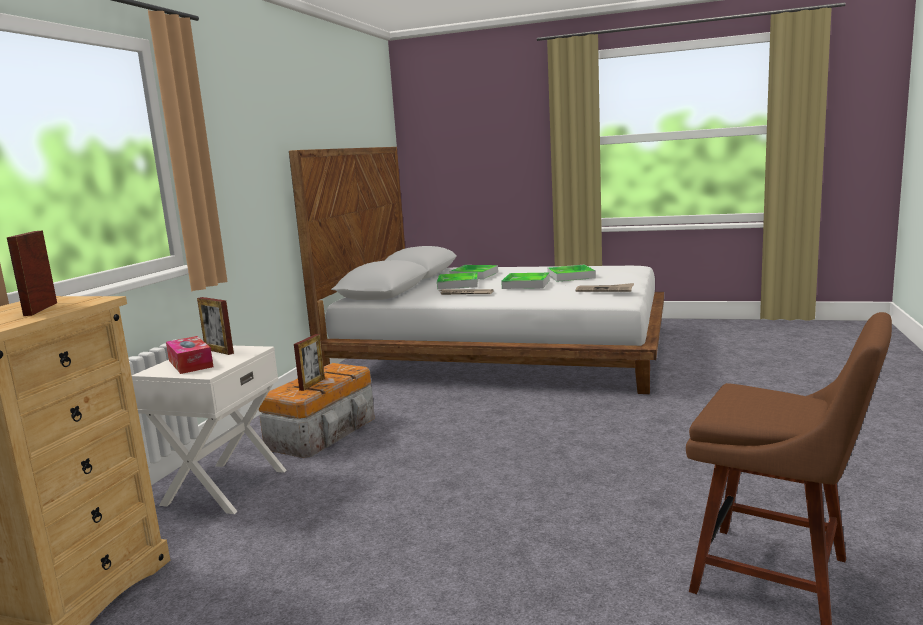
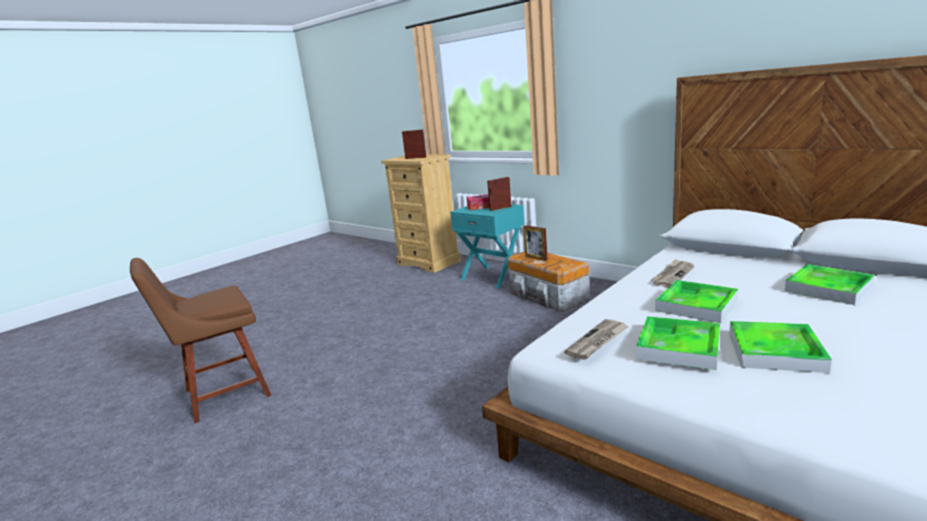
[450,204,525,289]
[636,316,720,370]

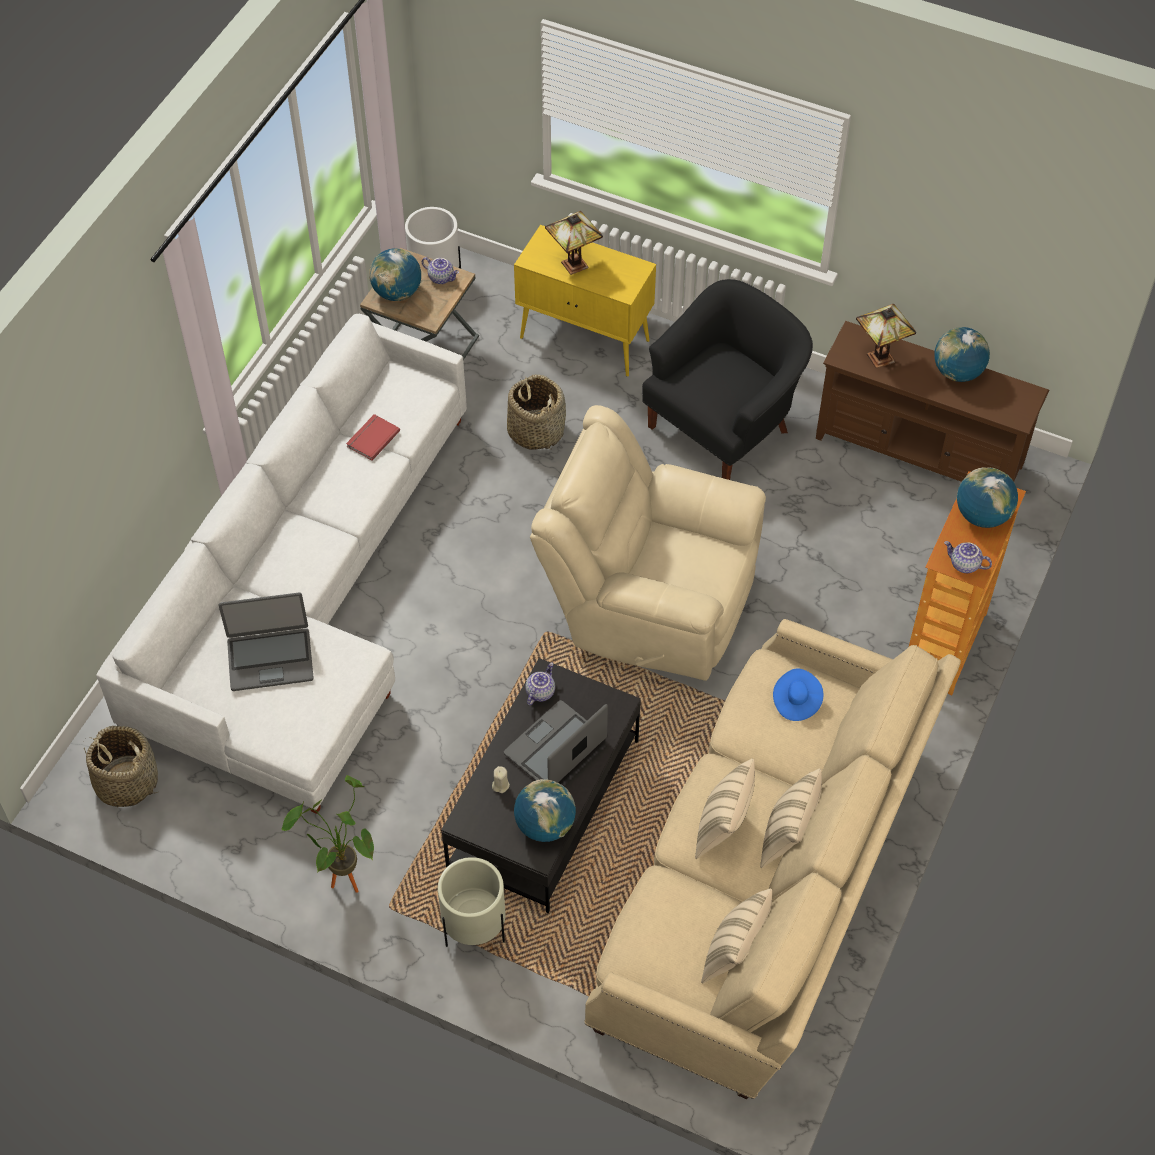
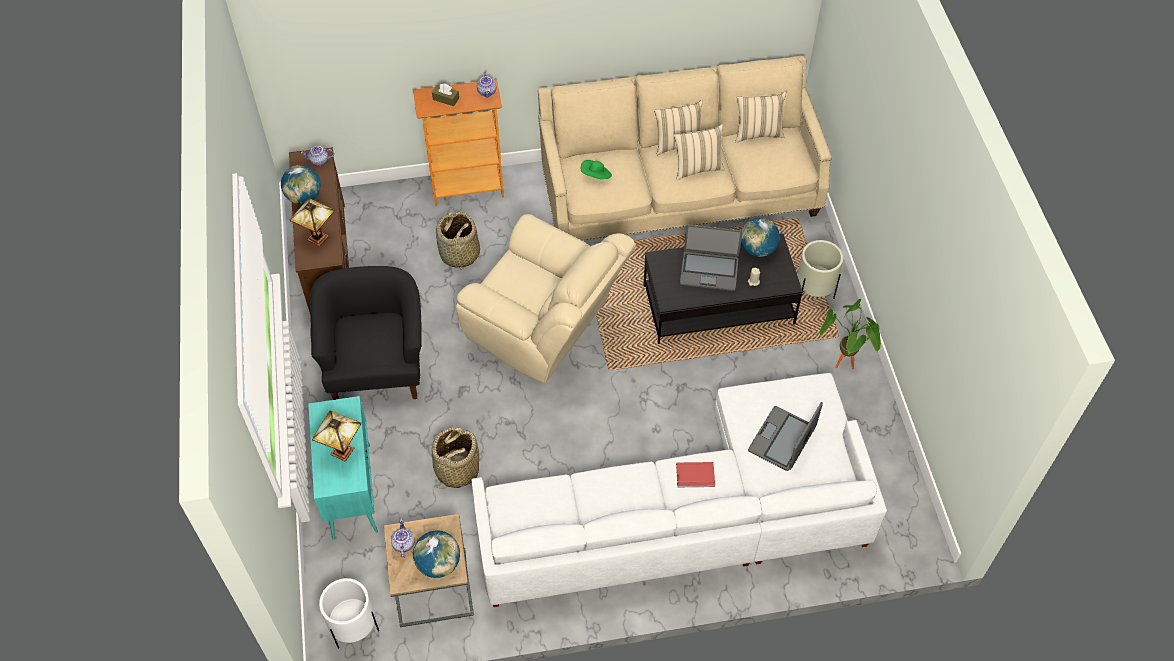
[301,146,334,166]
[308,396,378,540]
[310,266,422,400]
[432,84,459,106]
[436,212,480,268]
[456,214,636,383]
[581,160,612,179]
[676,462,715,487]
[748,402,823,471]

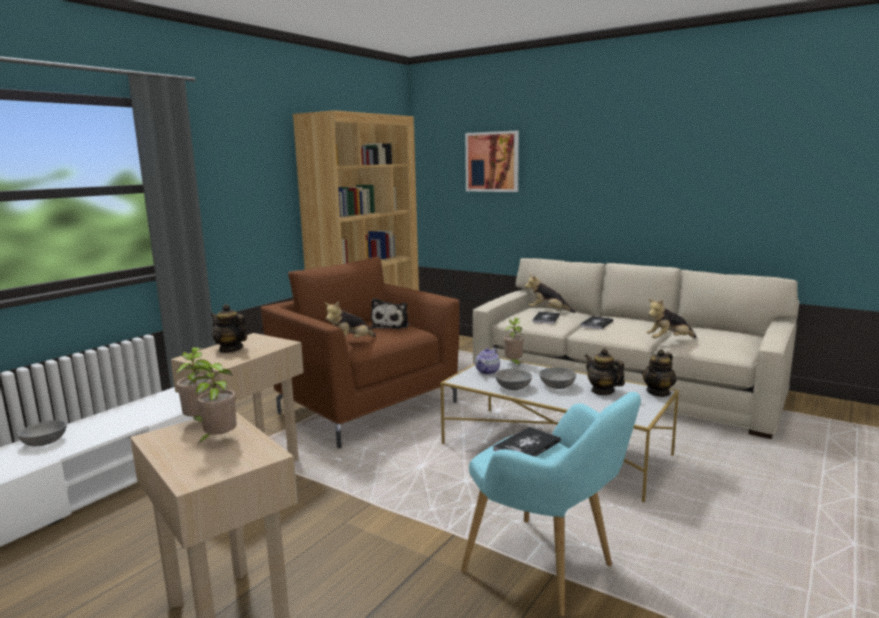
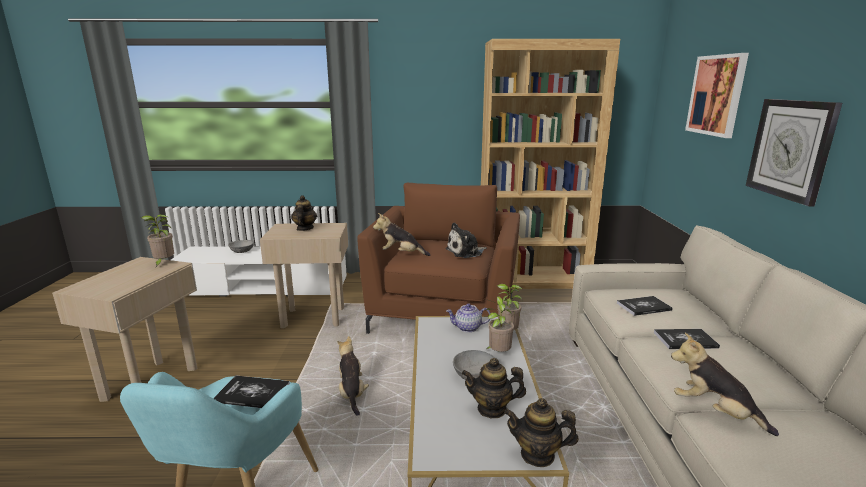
[337,336,369,416]
[462,358,526,418]
[485,296,514,352]
[746,99,842,206]
[495,368,532,390] (first image)

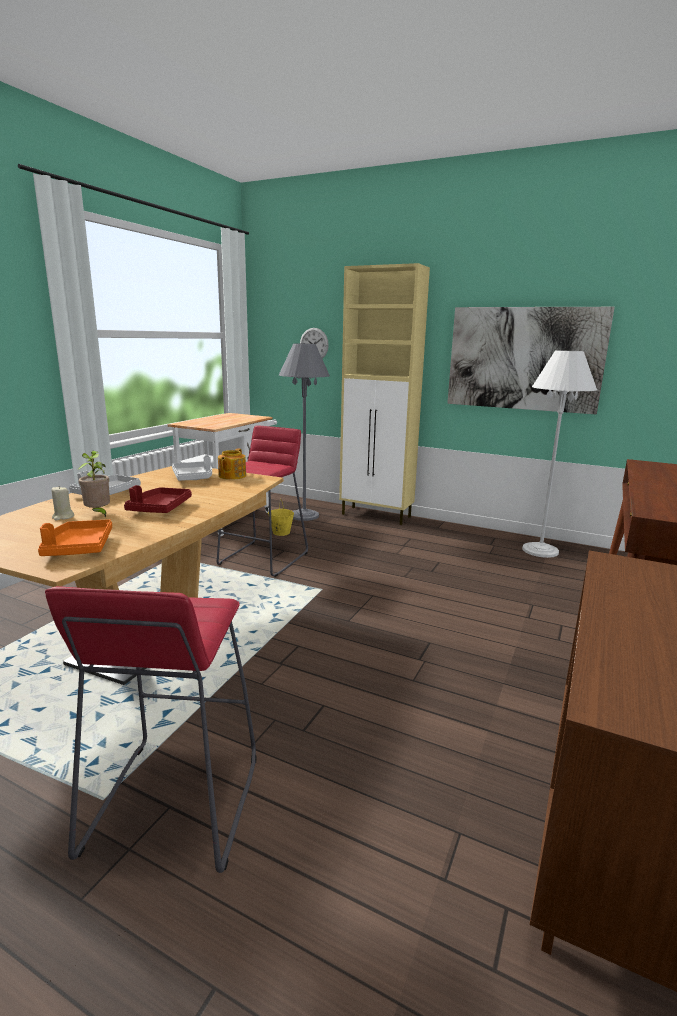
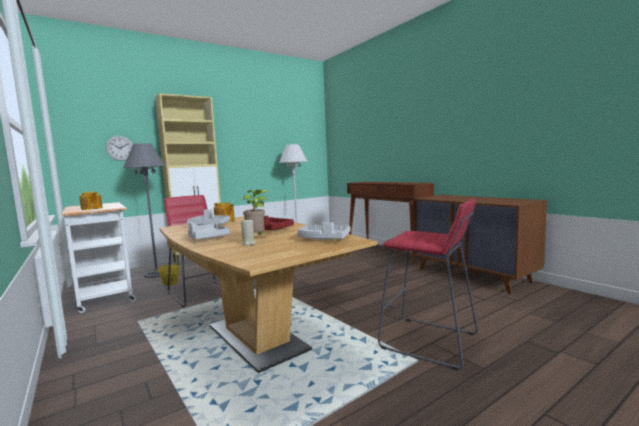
[79,192,103,210]
[297,222,350,240]
[447,307,615,415] (first image)

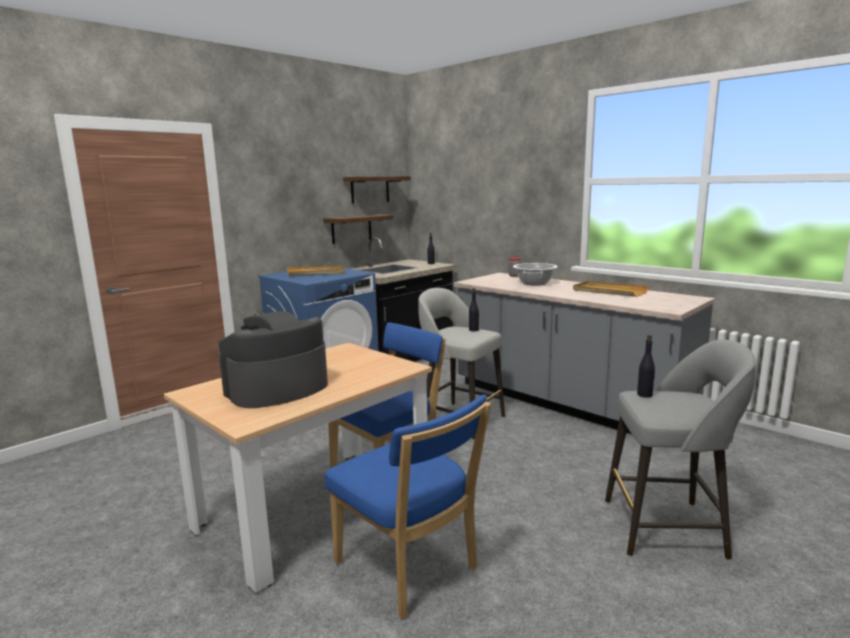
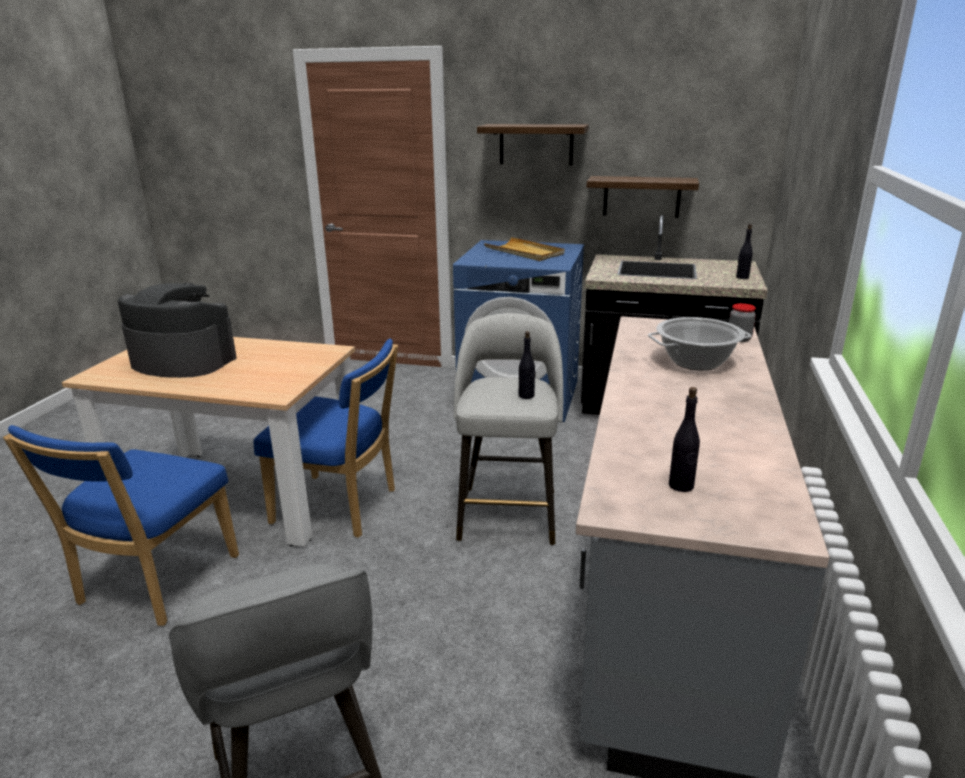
[477,124,589,165]
[669,387,700,492]
[573,281,649,297] (first image)

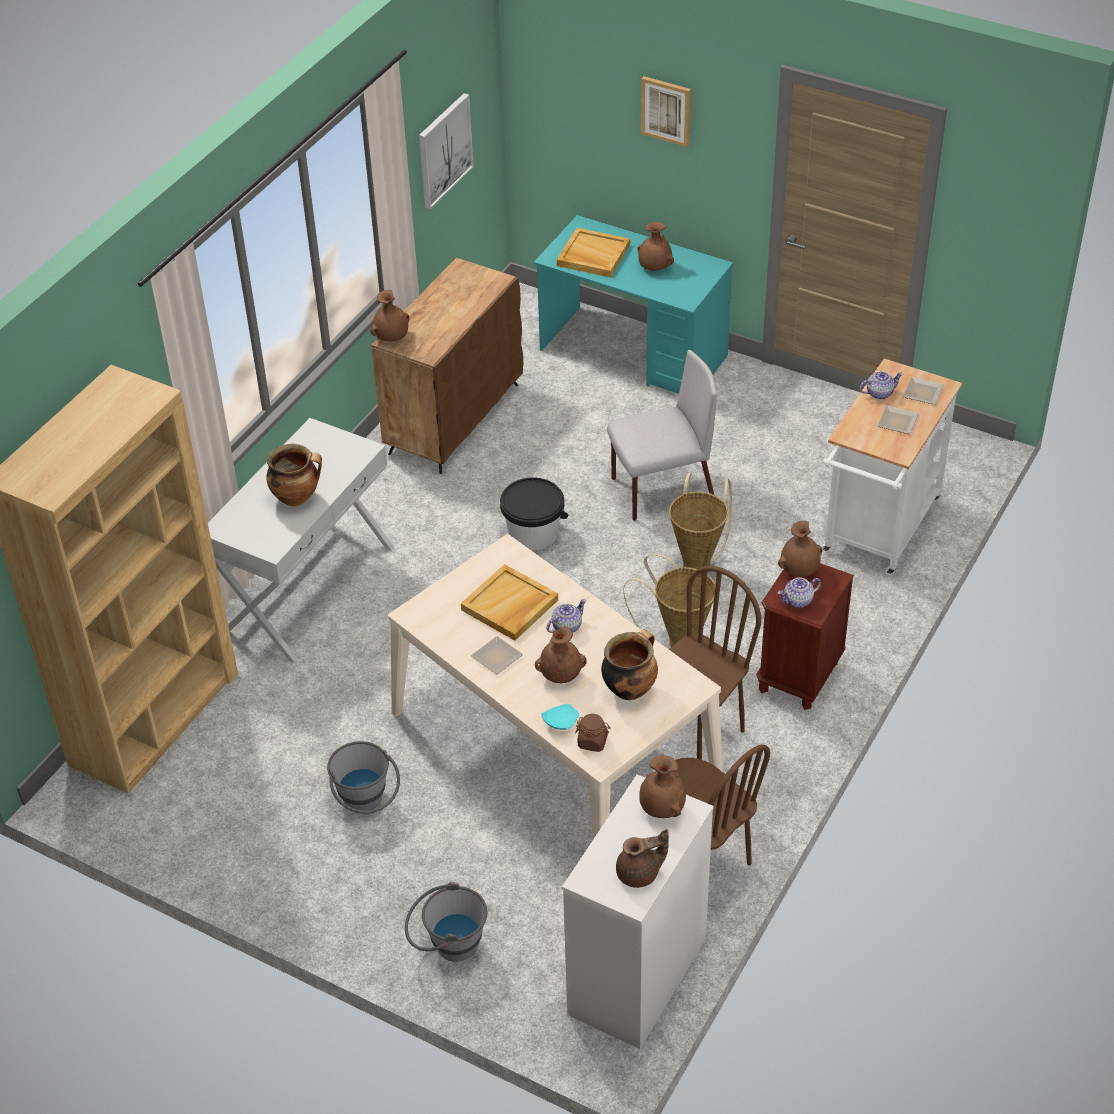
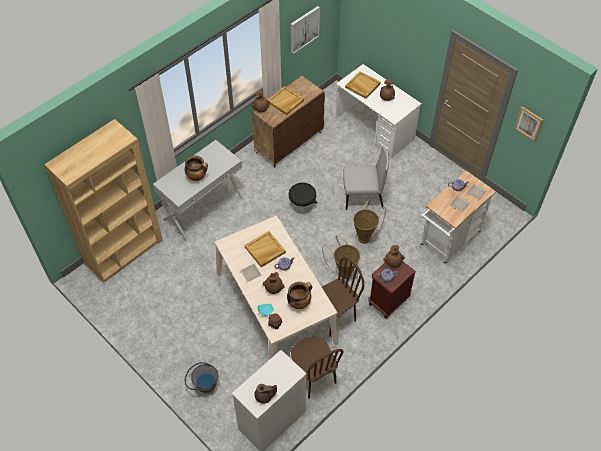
[268,86,304,115]
[336,64,422,158]
[514,106,543,142]
[327,741,400,814] (first image)
[639,755,686,818] (first image)

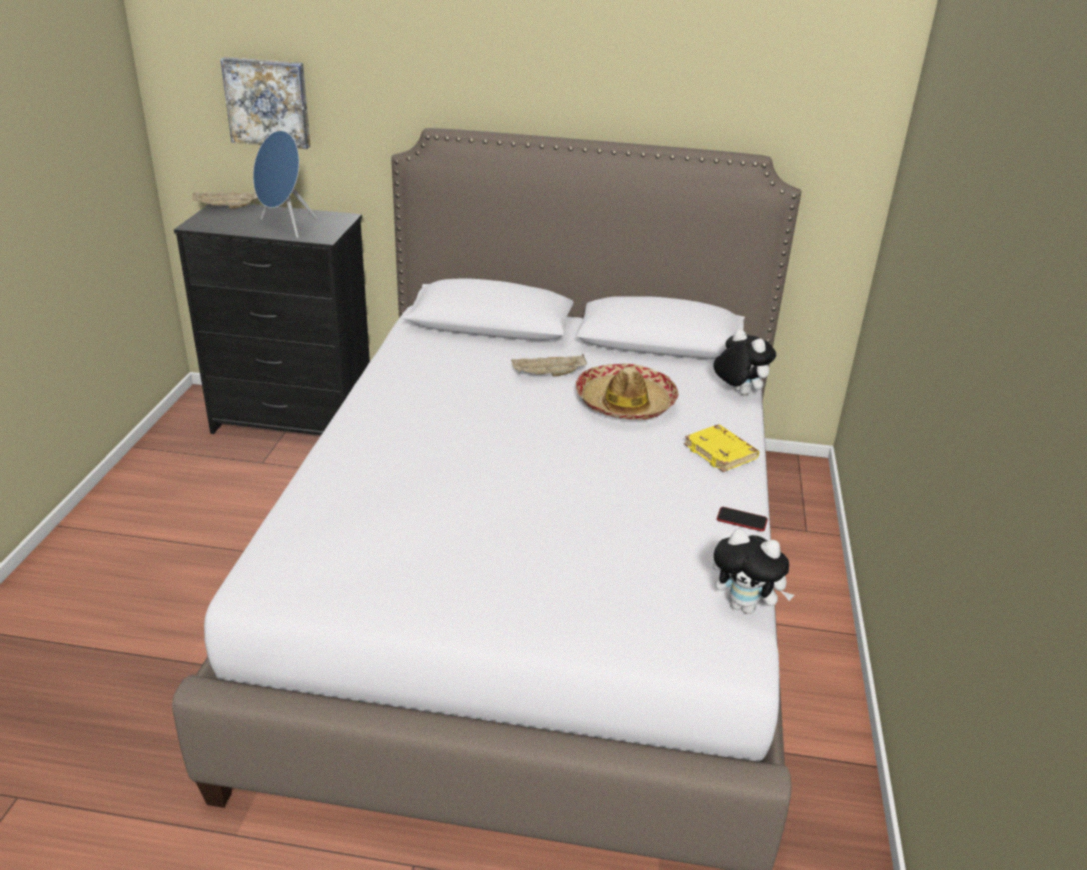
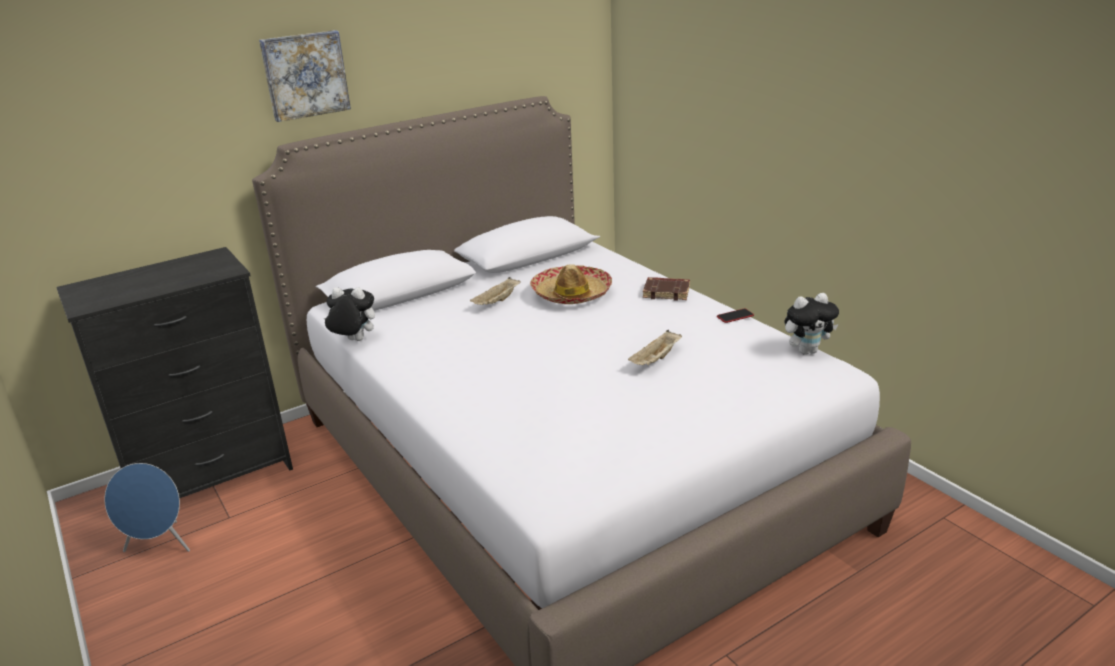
[104,463,190,552]
[259,30,351,122]
[324,287,375,341]
[628,330,682,365]
[643,277,690,301]

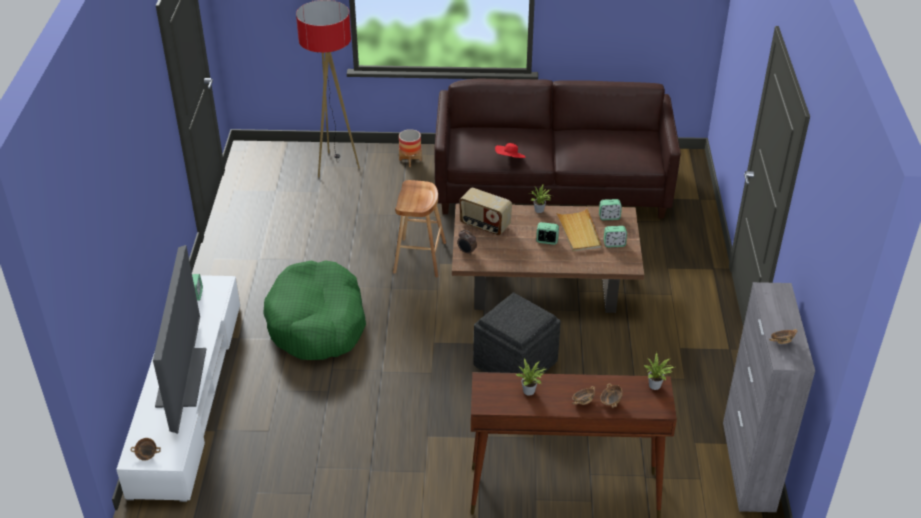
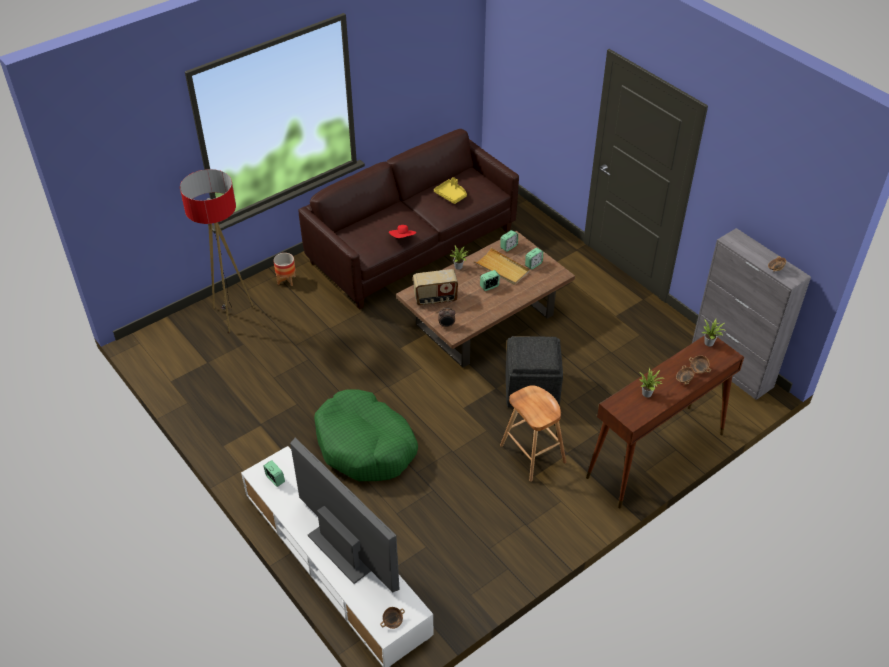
[434,177,467,204]
[500,385,566,482]

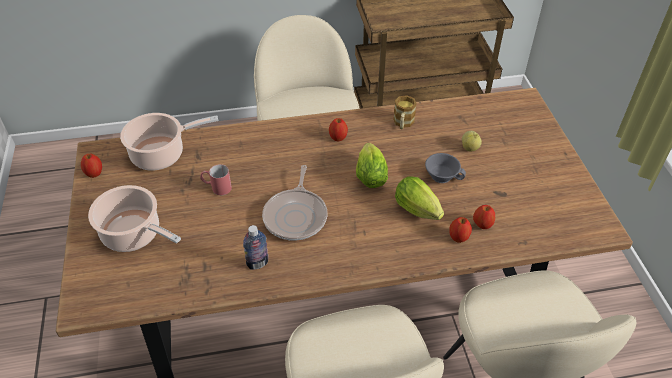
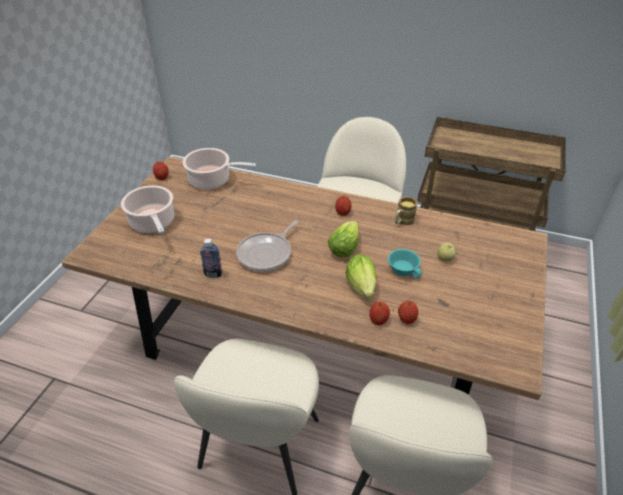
[388,249,422,279]
[200,164,232,195] (first image)

